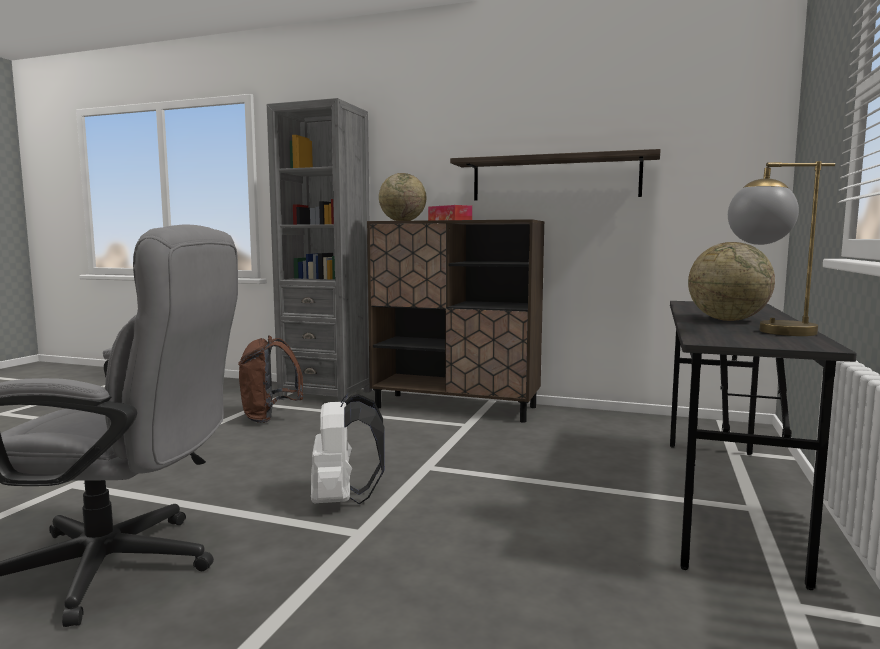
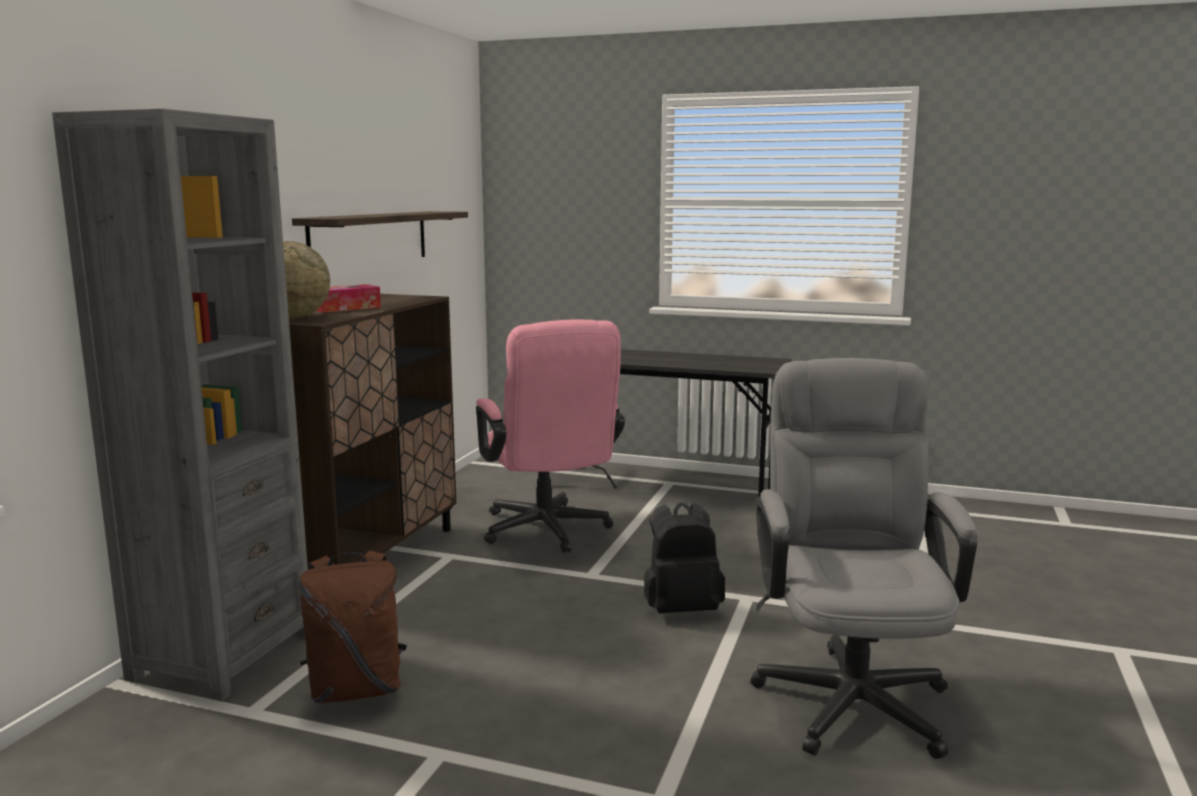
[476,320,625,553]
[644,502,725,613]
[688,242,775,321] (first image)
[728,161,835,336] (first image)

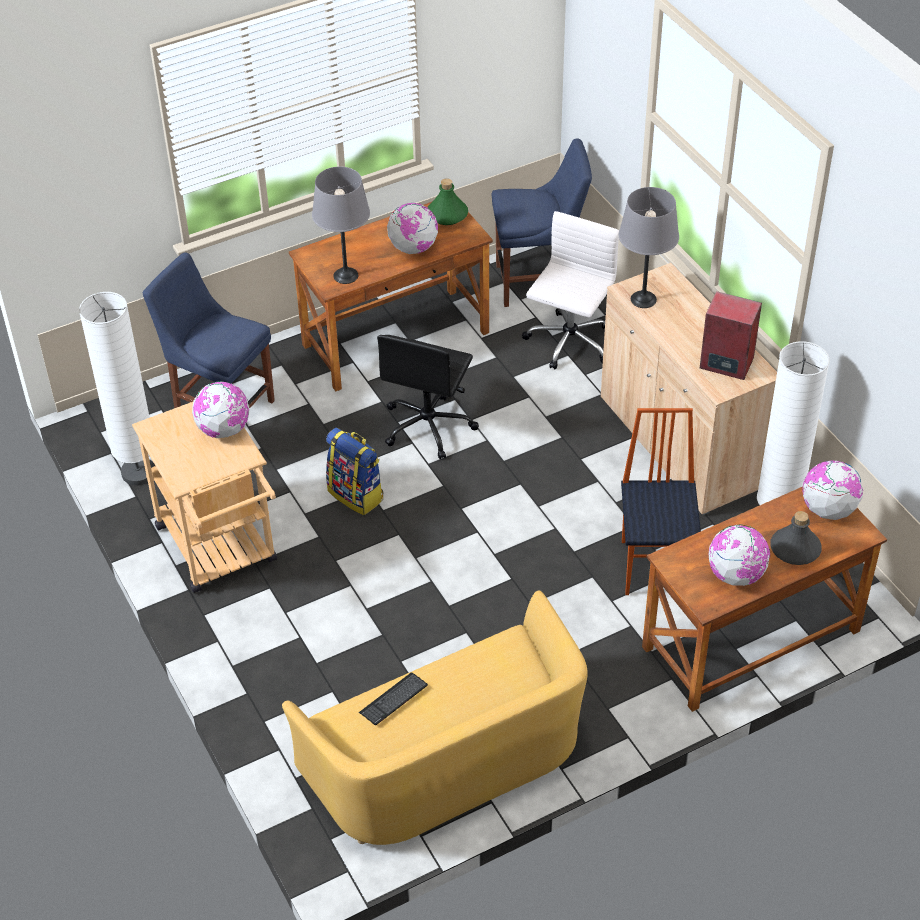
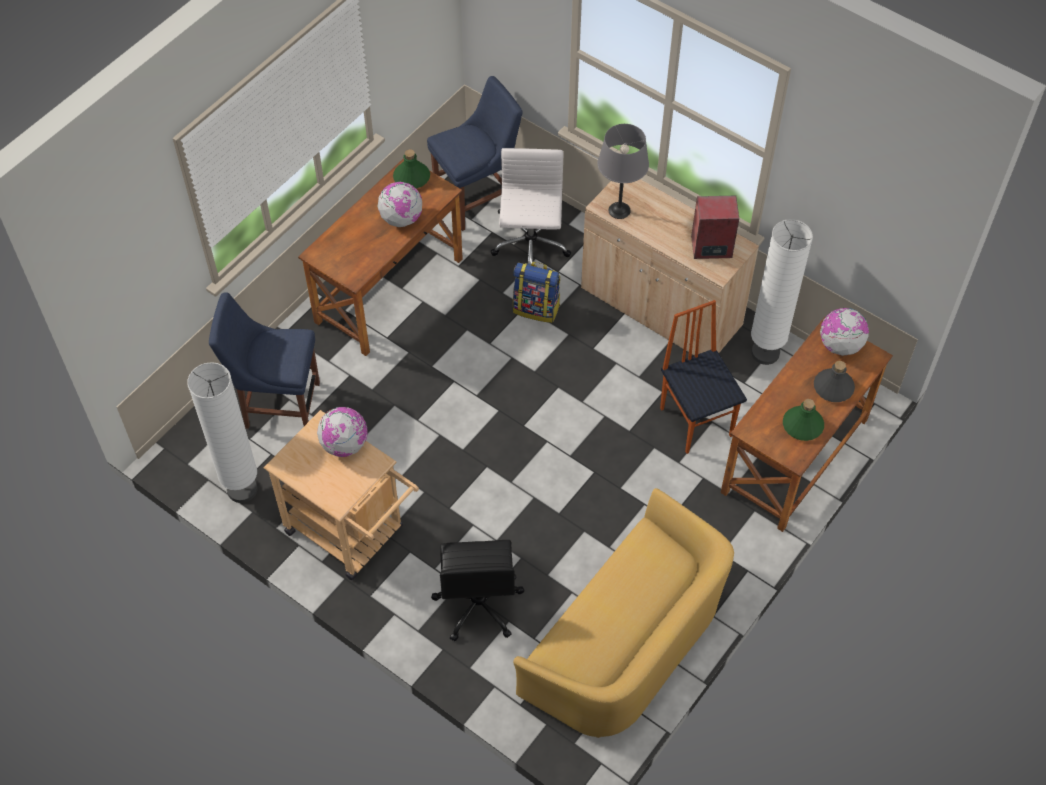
[431,540,524,641]
[513,262,560,323]
[783,399,824,441]
[312,167,370,284] (first image)
[359,672,428,725] (first image)

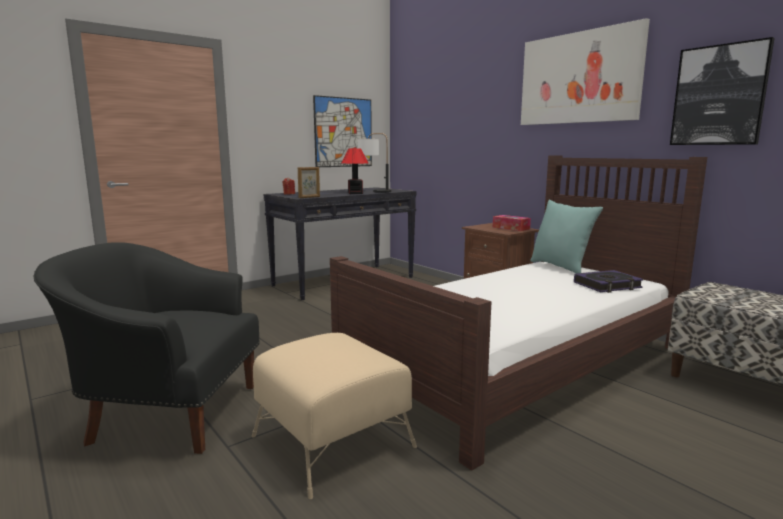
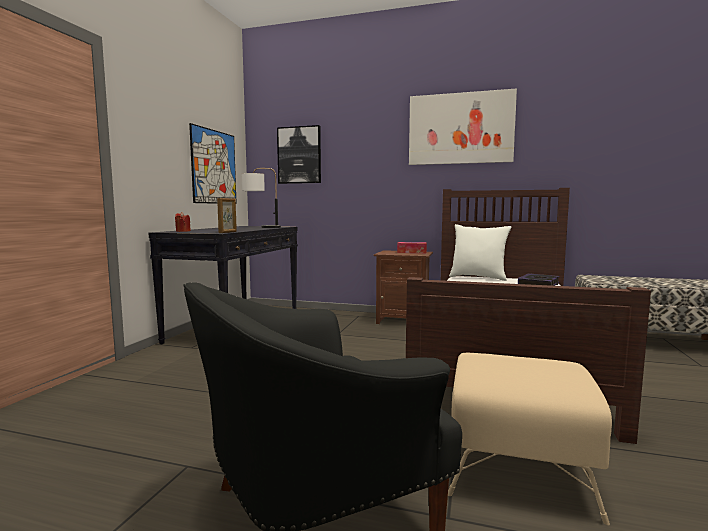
[277,125,321,184]
[449,224,511,281]
[342,148,368,194] (first image)

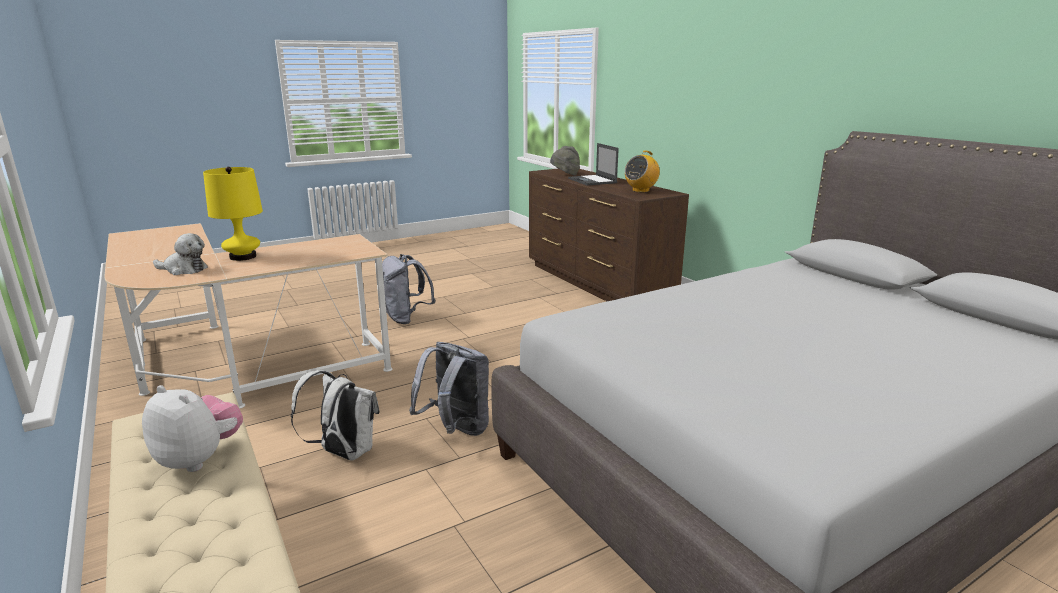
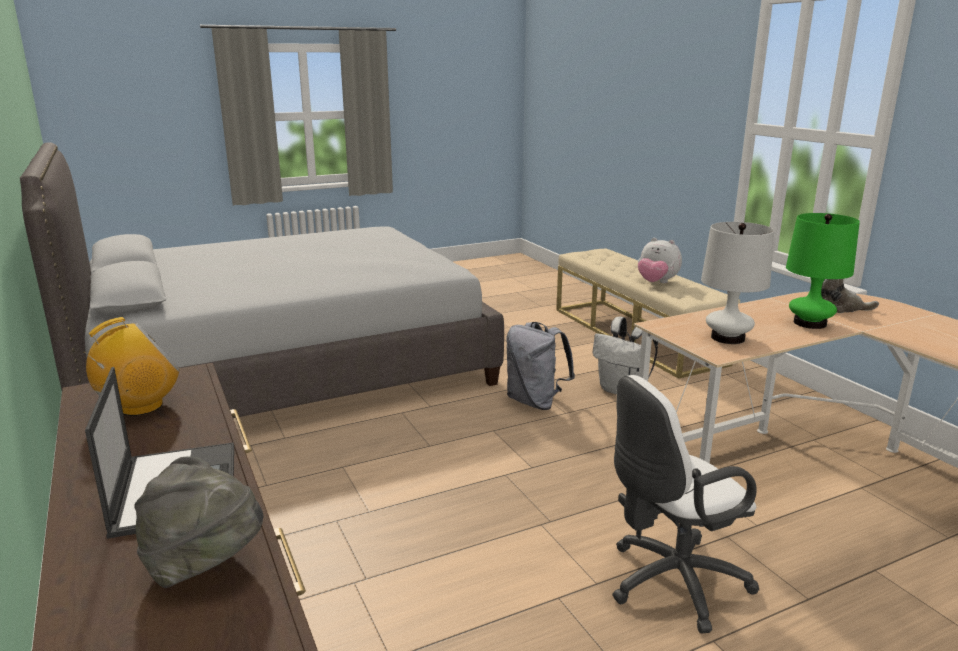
[612,375,759,633]
[701,222,774,344]
[786,213,860,329]

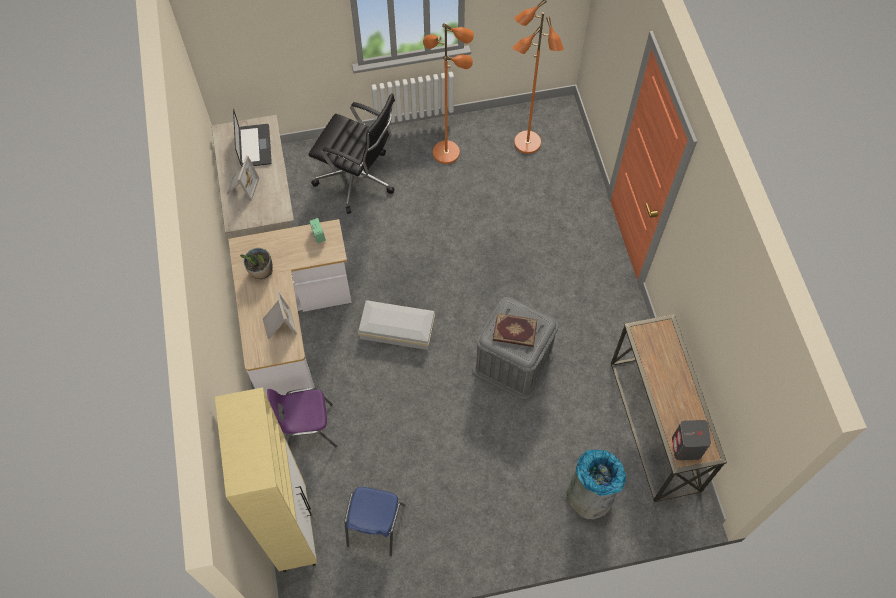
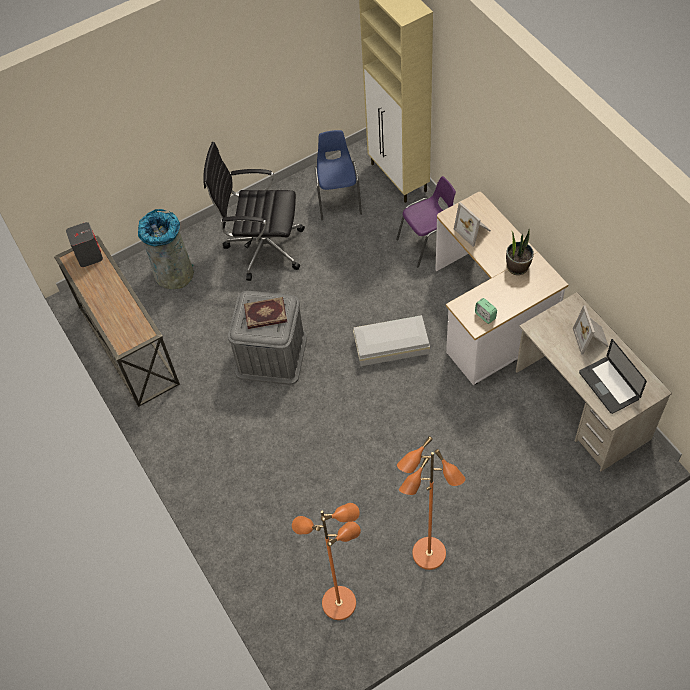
[203,142,305,281]

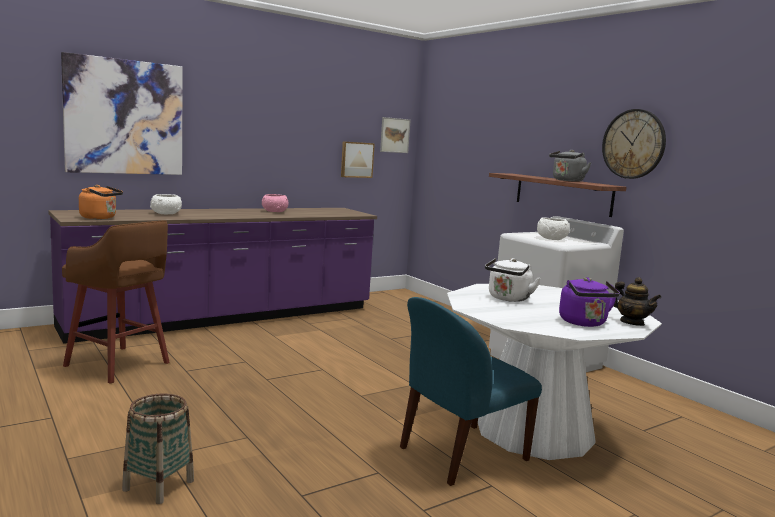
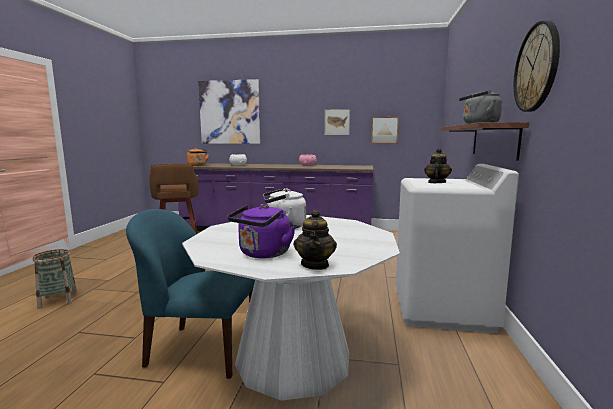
[324,109,350,135]
[424,148,452,183]

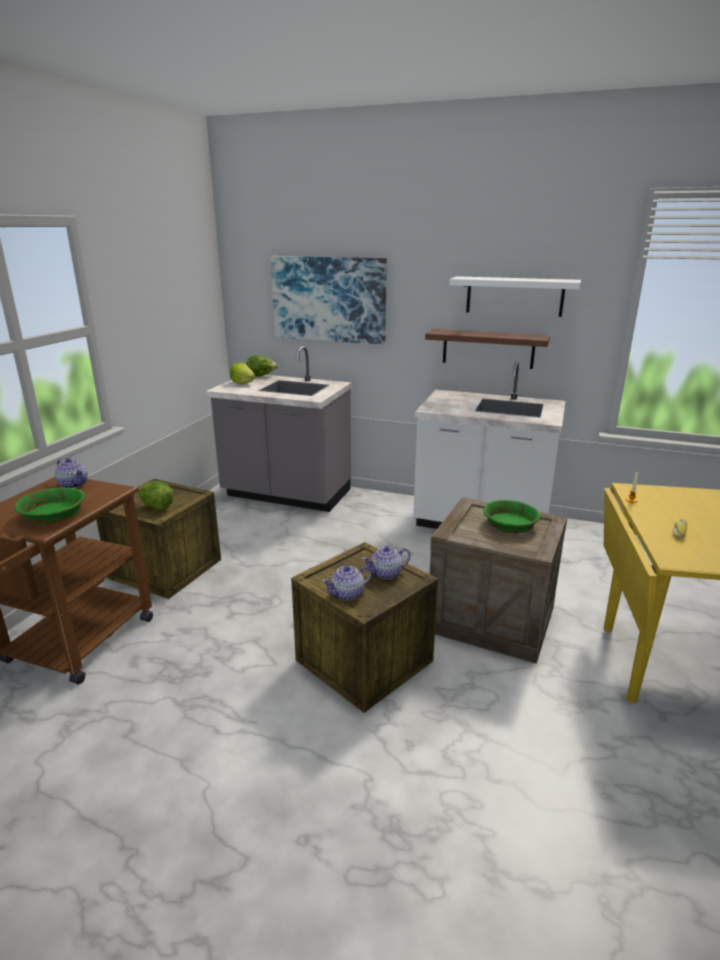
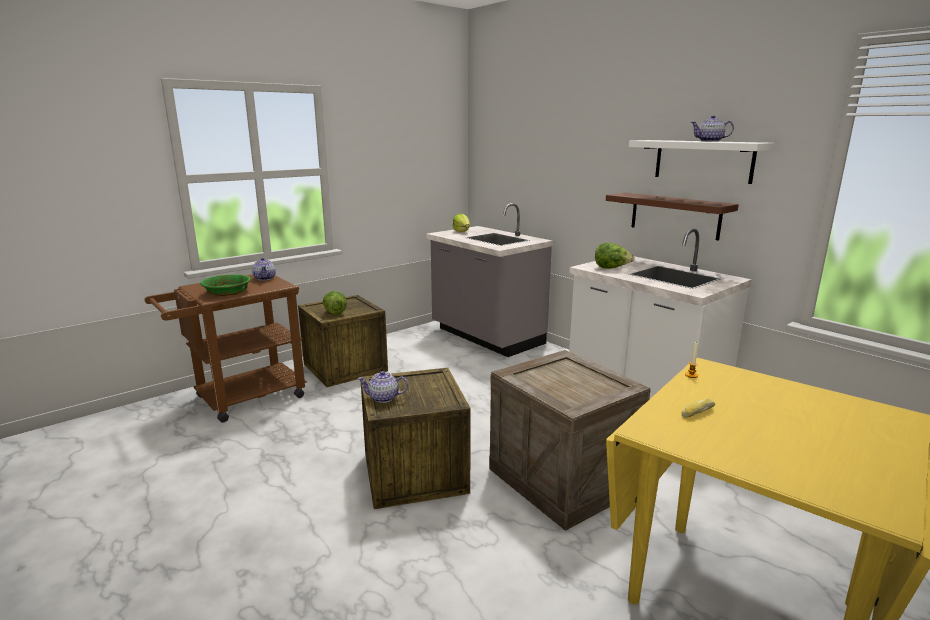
[595,243,635,269]
[691,115,734,142]
[271,256,387,344] (first image)
[483,500,541,533] (first image)

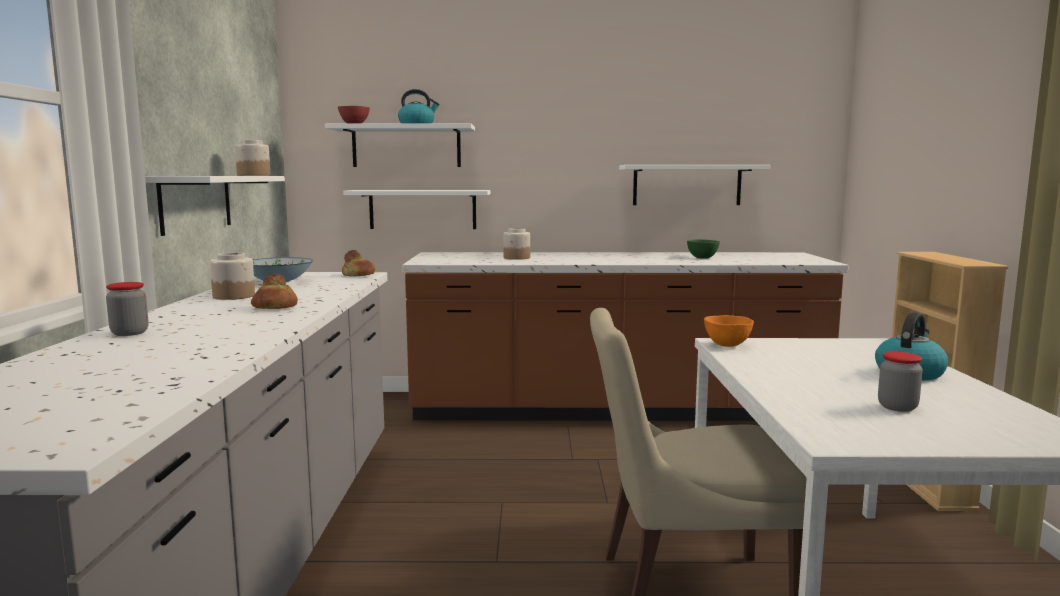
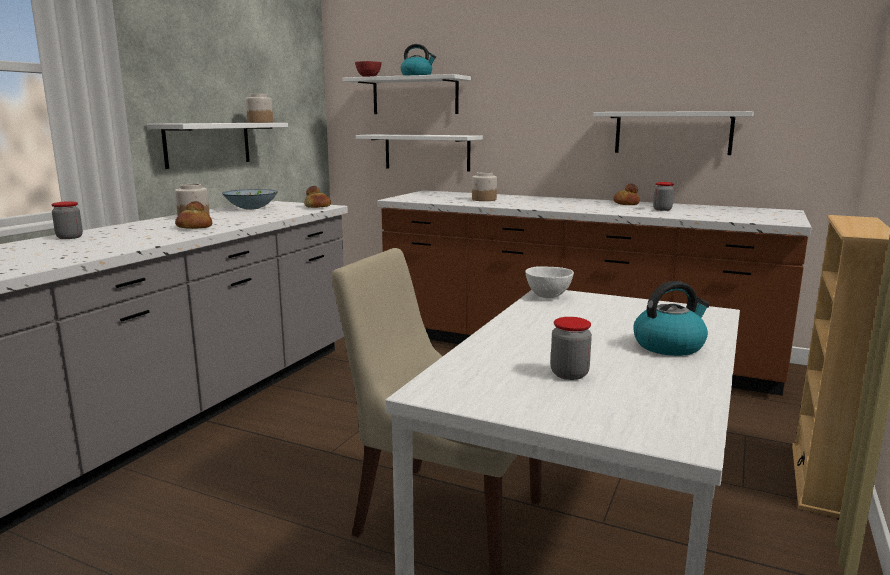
[525,266,574,298]
[613,184,640,205]
[653,182,674,211]

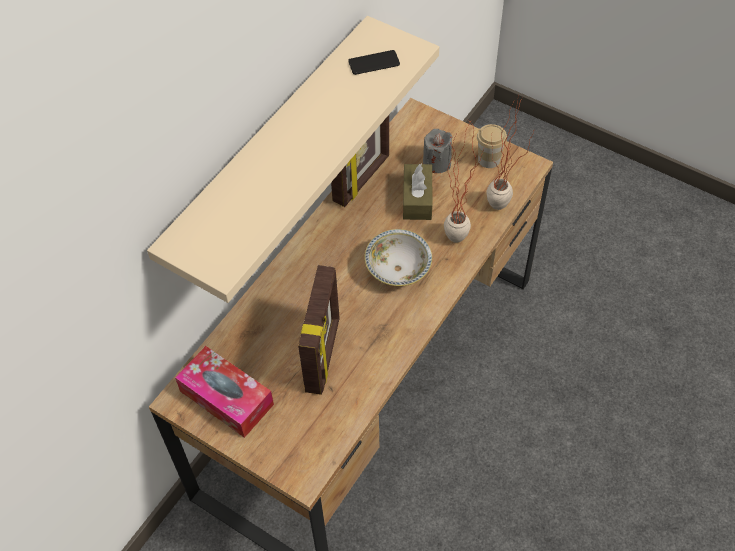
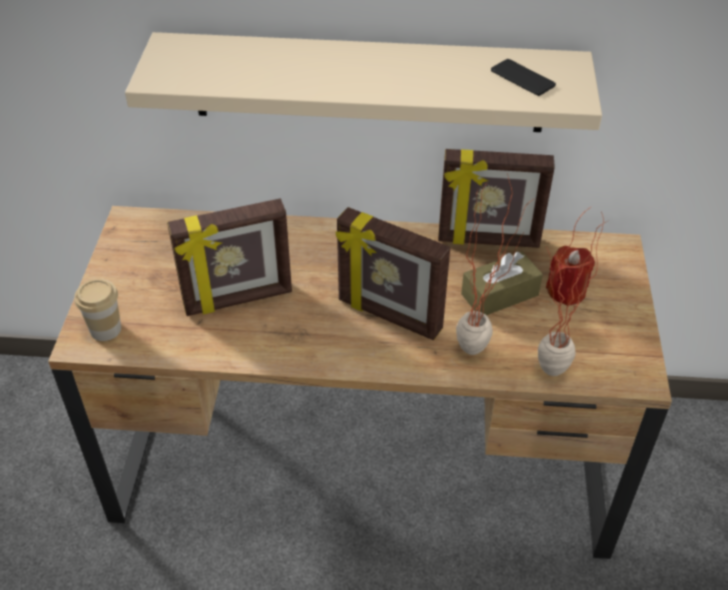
[74,279,121,341]
[336,207,450,340]
[546,246,595,306]
[175,346,274,438] (first image)

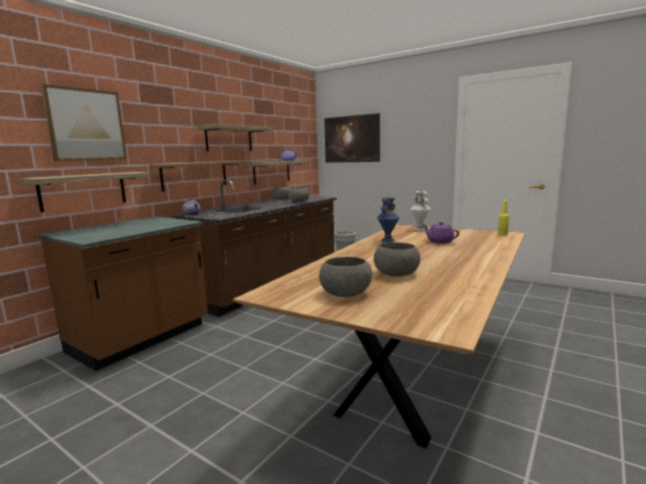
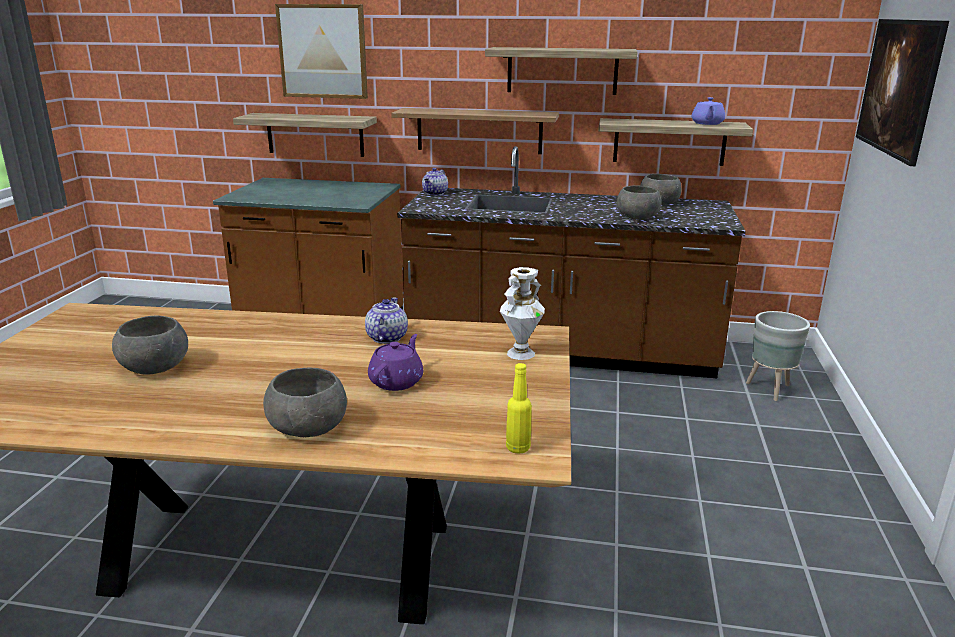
[263,368,347,437]
[365,297,408,344]

